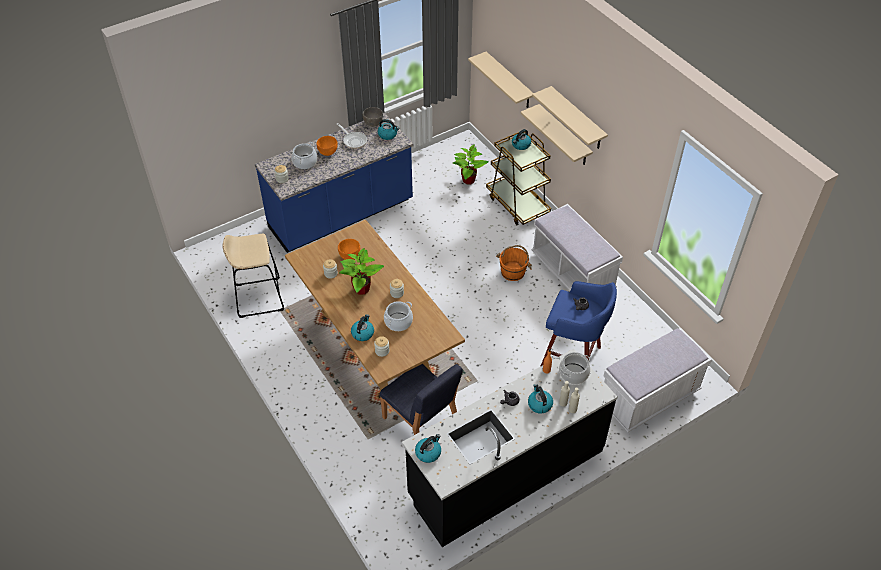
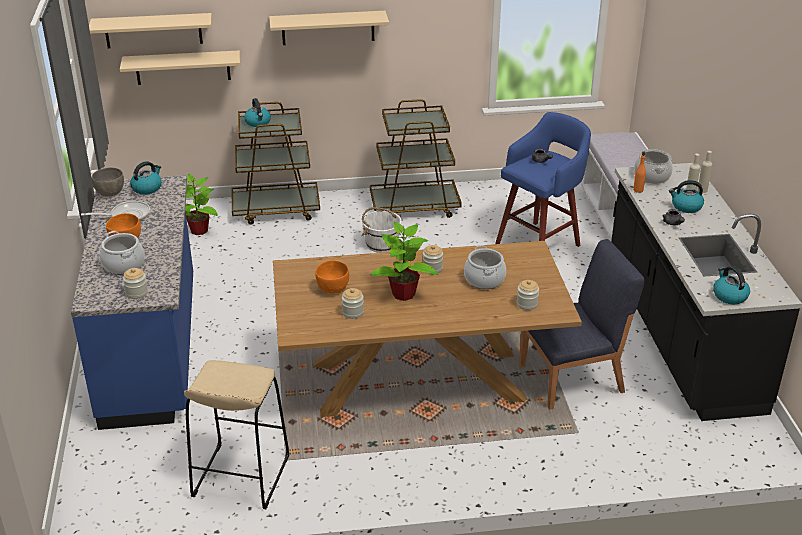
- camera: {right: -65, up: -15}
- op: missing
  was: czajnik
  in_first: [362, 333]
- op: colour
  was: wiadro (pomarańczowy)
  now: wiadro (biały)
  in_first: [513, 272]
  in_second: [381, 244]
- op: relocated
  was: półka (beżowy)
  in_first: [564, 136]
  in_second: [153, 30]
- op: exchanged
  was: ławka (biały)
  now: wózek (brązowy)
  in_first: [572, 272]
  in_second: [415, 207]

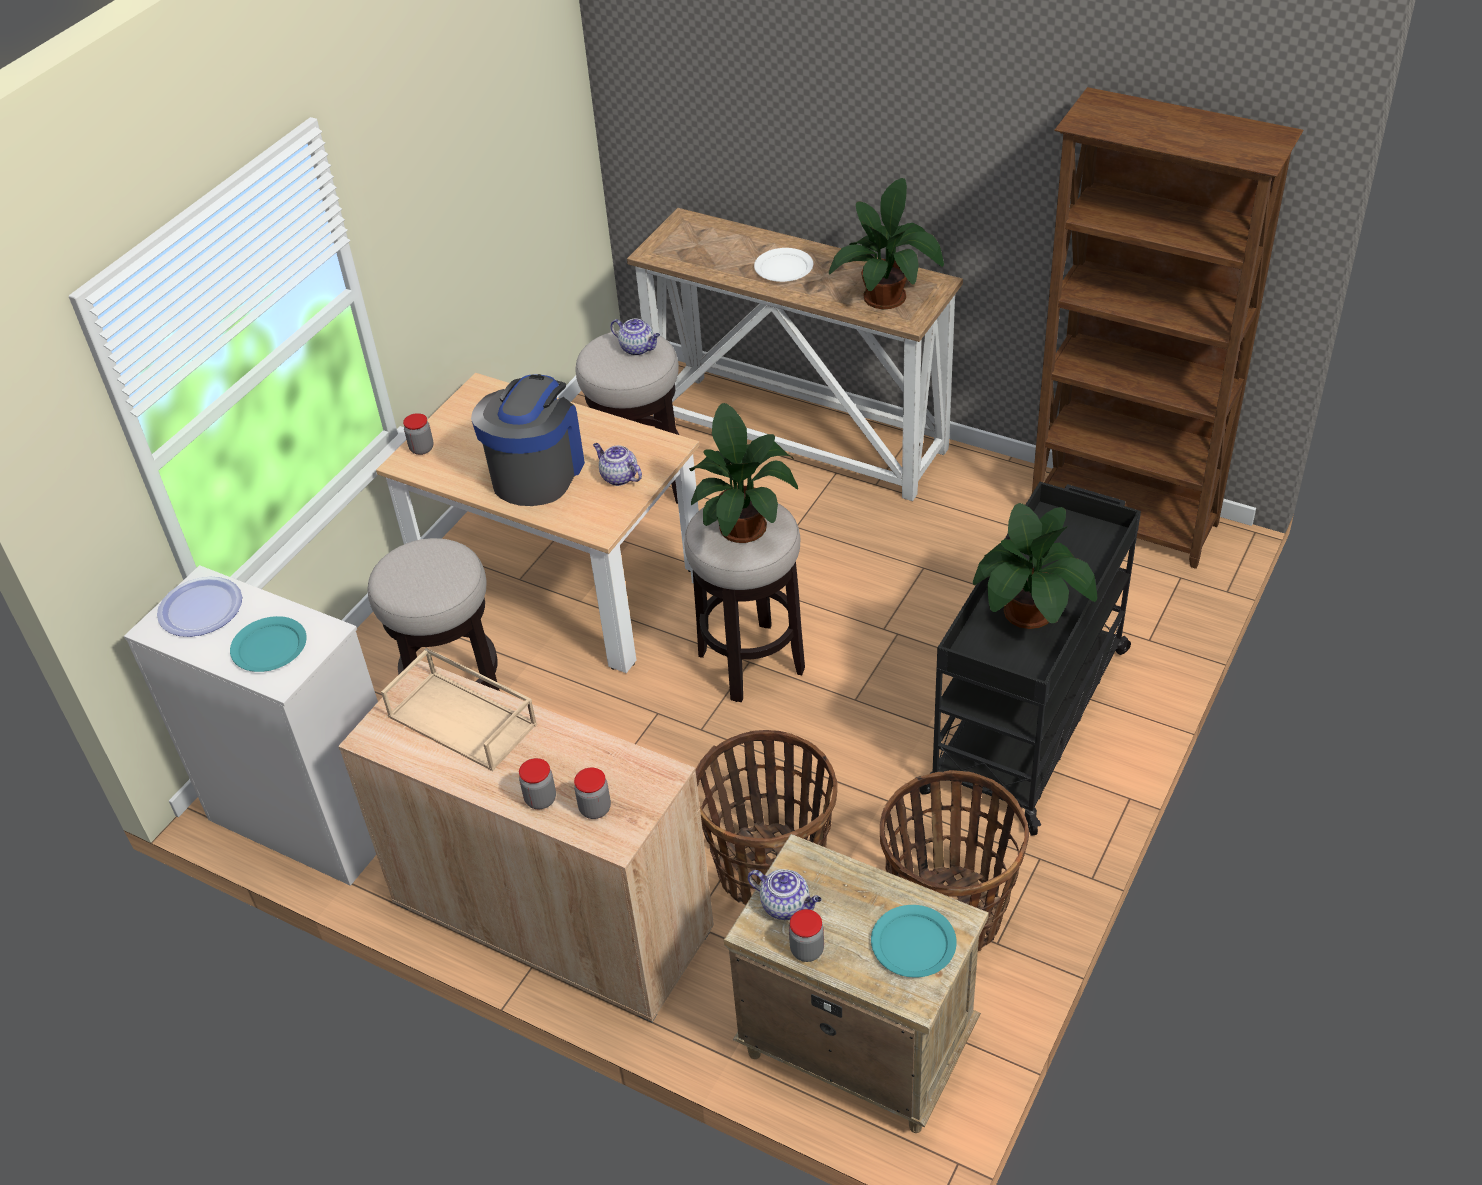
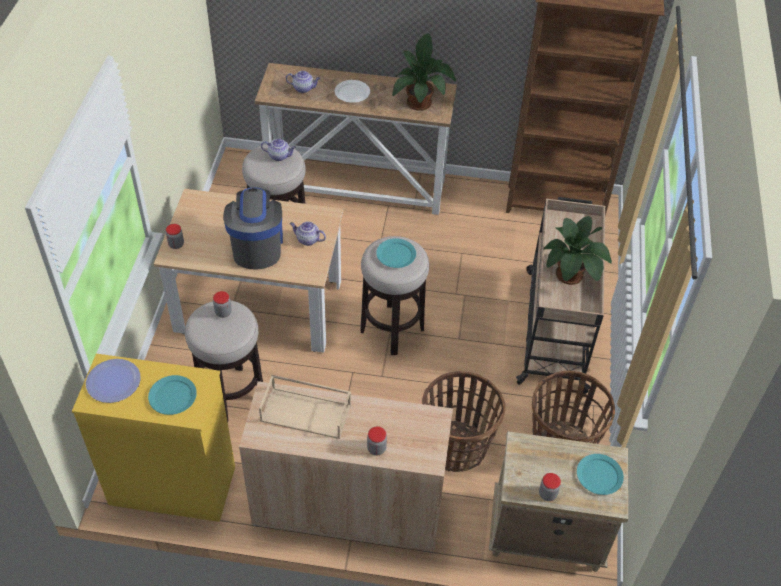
- camera: {right: -25, up: 5}
- op: colour
  was: komoda (biały)
  now: komoda (żółty)
  in_first: [308, 815]
  in_second: [171, 485]
- op: relocated
  was: słoik
  in_first: [595, 809]
  in_second: [223, 312]
- op: exchanged
  was: roślina doniczkowa
  now: talerz (turkusowy)
  in_first: [744, 523]
  in_second: [396, 255]
- op: relocated
  was: imbryk
  in_first: [786, 905]
  in_second: [304, 88]
- op: colour
  was: wózek (czarny)
  now: wózek (beżowy)
  in_first: [1029, 717]
  in_second: [554, 328]

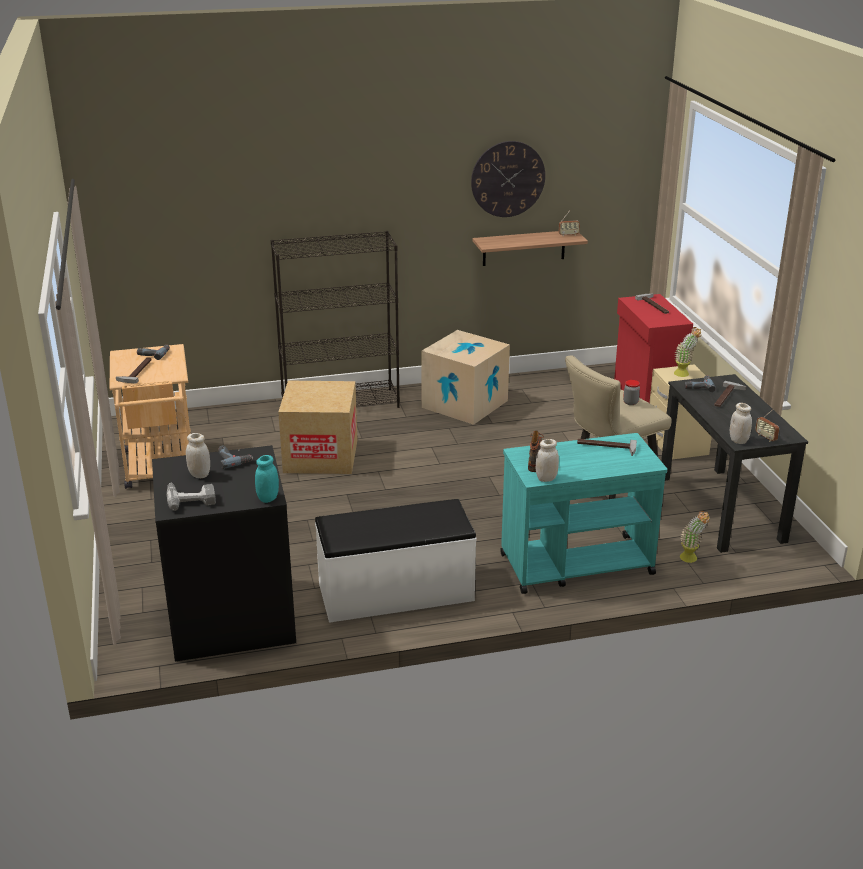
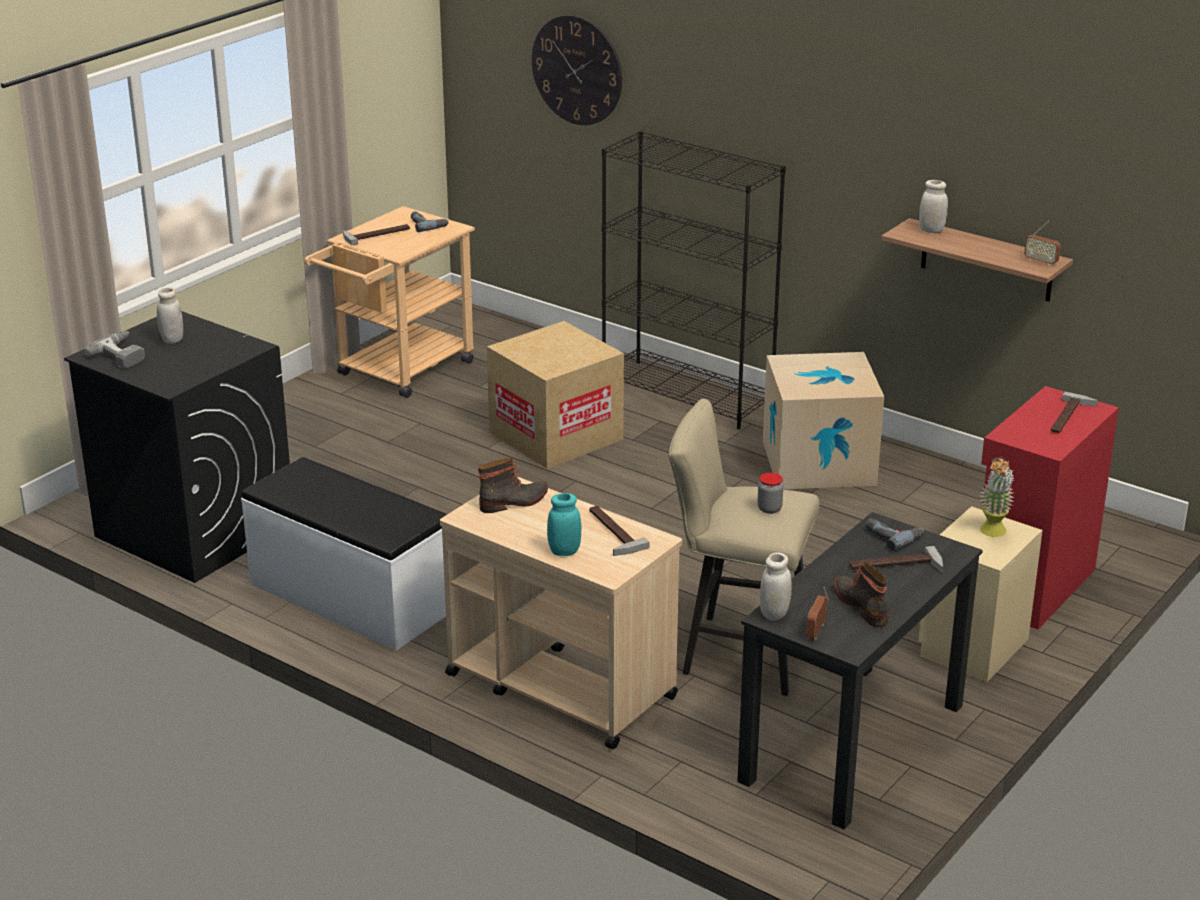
- camera: {right: 50, up: 0}
- op: missing
  was: wiertarka
  in_first: [233, 459]
- op: relocated
  was: słoik (turkusowy)
  in_first: [268, 498]
  in_second: [564, 551]
- op: relocated
  was: zegar ścienny
  in_first: [508, 179]
  in_second: [577, 70]
- op: colour
  was: wózek (turkusowy)
  now: wózek (beżowy)
  in_first: [575, 564]
  in_second: [559, 685]
- op: relocated
  was: słoik (biały)
  in_first: [546, 478]
  in_second: [931, 230]
- op: missing
  was: roślina doniczkowa
  in_first: [691, 560]
- op: appeared
  now: but z cholewką
  in_second: [862, 605]

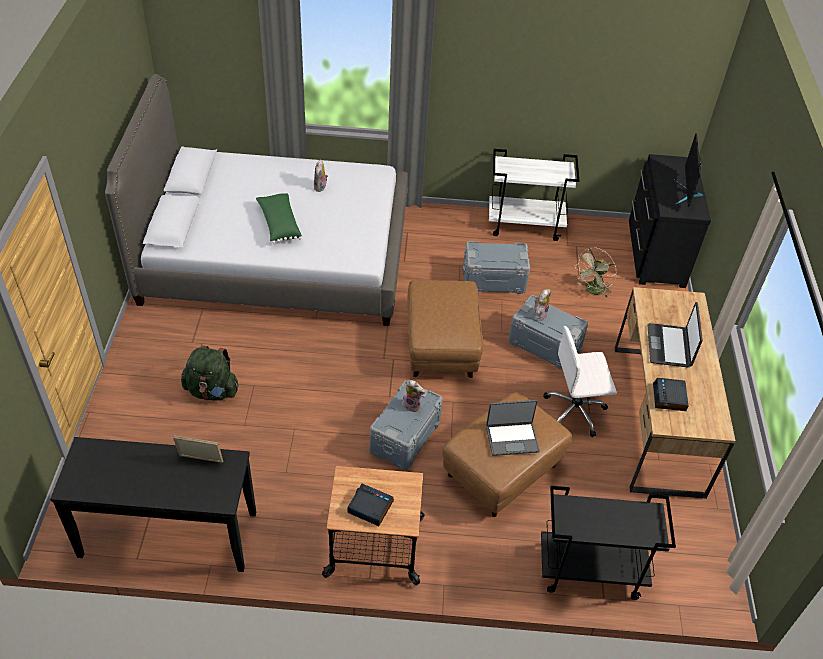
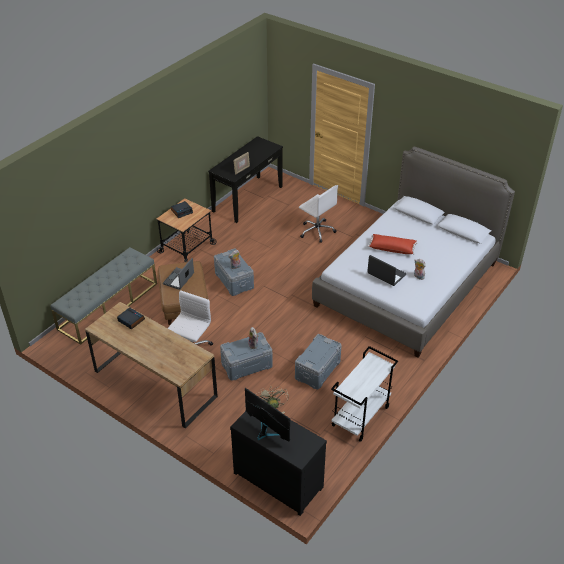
- camera: {right: 125, up: -5}
- op: exchanged
  was: plecak (zielony)
  now: krzesło biurowe (biały)
  in_first: [212, 391]
  in_second: [317, 231]
- op: colour
  was: poduszka (zielony)
  now: poduszka (czerwony)
  in_first: [279, 224]
  in_second: [392, 248]
- op: missing
  was: pufa (brązowy)
  in_first: [442, 346]
- op: exchanged
  was: wózek (czarny)
  now: ławka (szary)
  in_first: [589, 572]
  in_second: [108, 306]
- op: relocated
  was: laptop
  in_first: [669, 346]
  in_second: [386, 274]

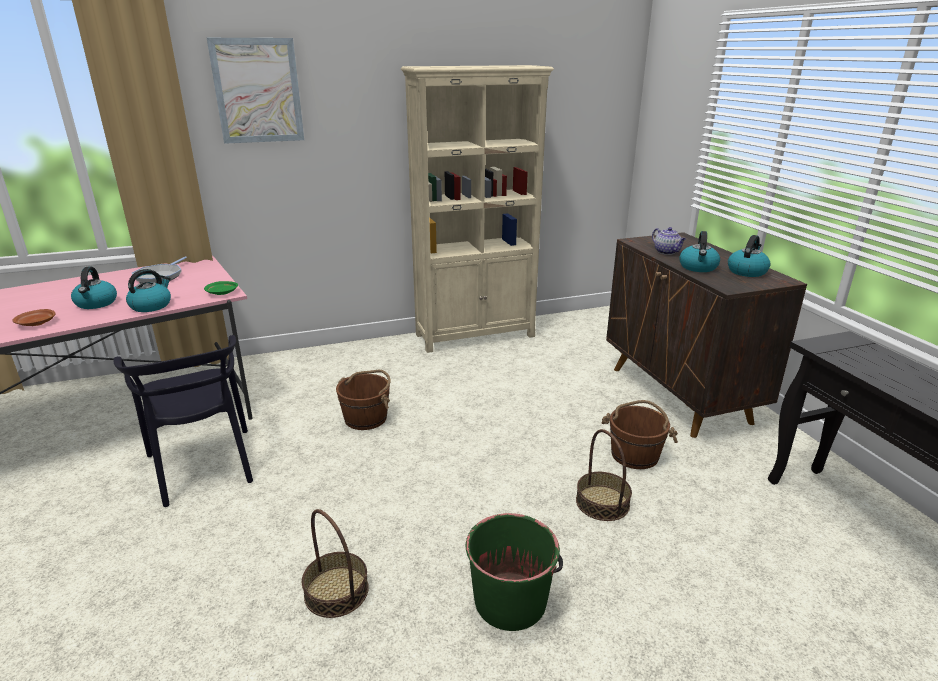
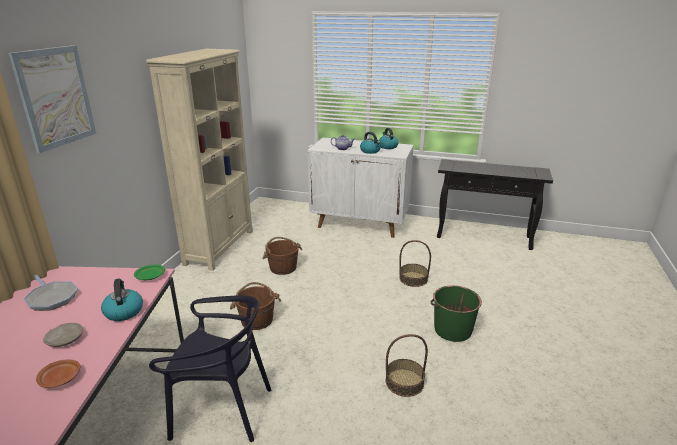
- camera: {right: -55, up: 0}
- op: exchanged
  was: czajnik
  now: talerz (beżowy)
  in_first: [96, 303]
  in_second: [65, 339]
- op: relocated
  was: wiadro (brązowy)
  in_first: [635, 454]
  in_second: [283, 267]
- op: colour
  was: szafka (brązowy)
  now: szafka (biały)
  in_first: [679, 395]
  in_second: [360, 224]

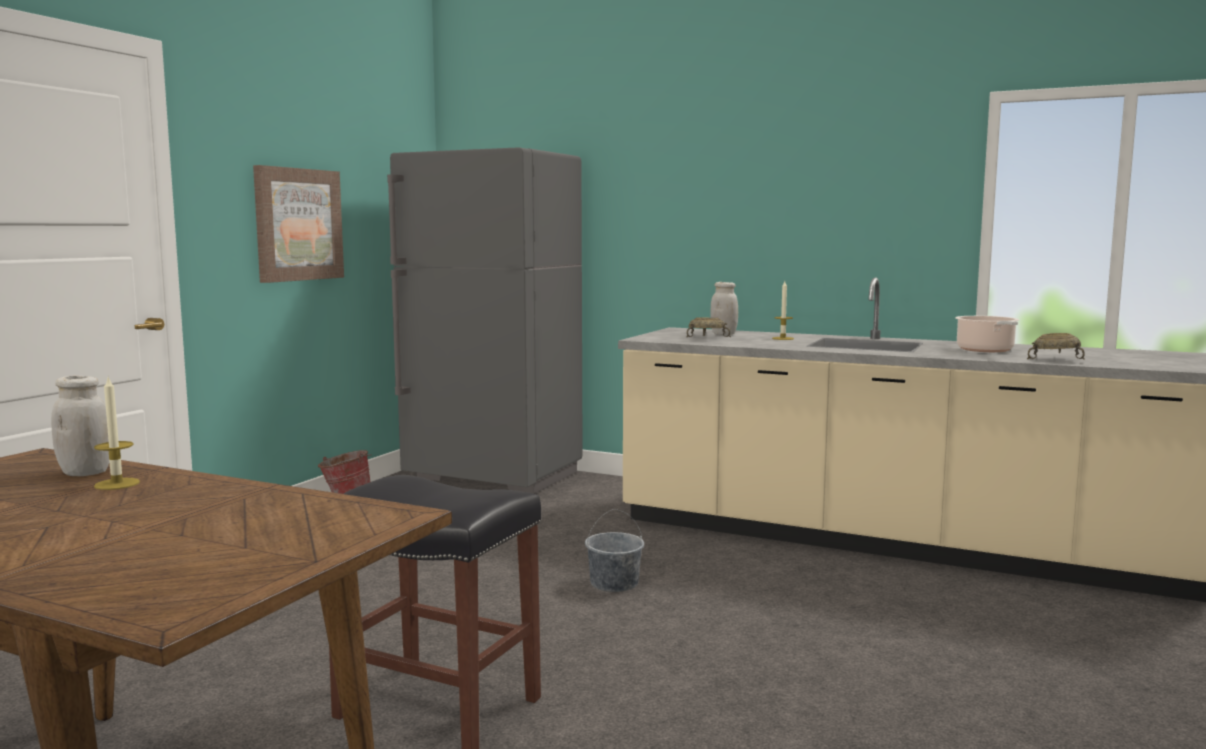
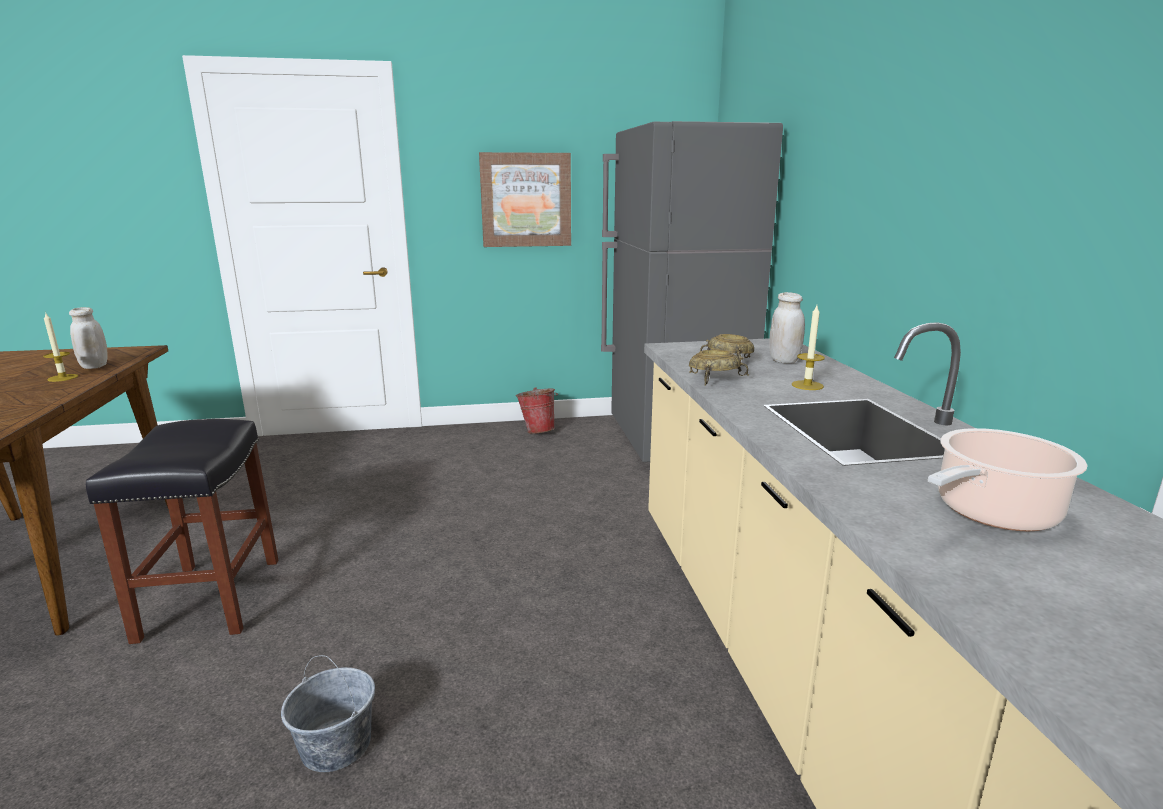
- camera: {right: 55, up: 10}
- op: relocated
  was: wiadro (szary)
  in_first: [613, 583]
  in_second: [336, 745]
- op: relocated
  was: miska (beżowy)
  in_first: [1056, 359]
  in_second: [714, 380]

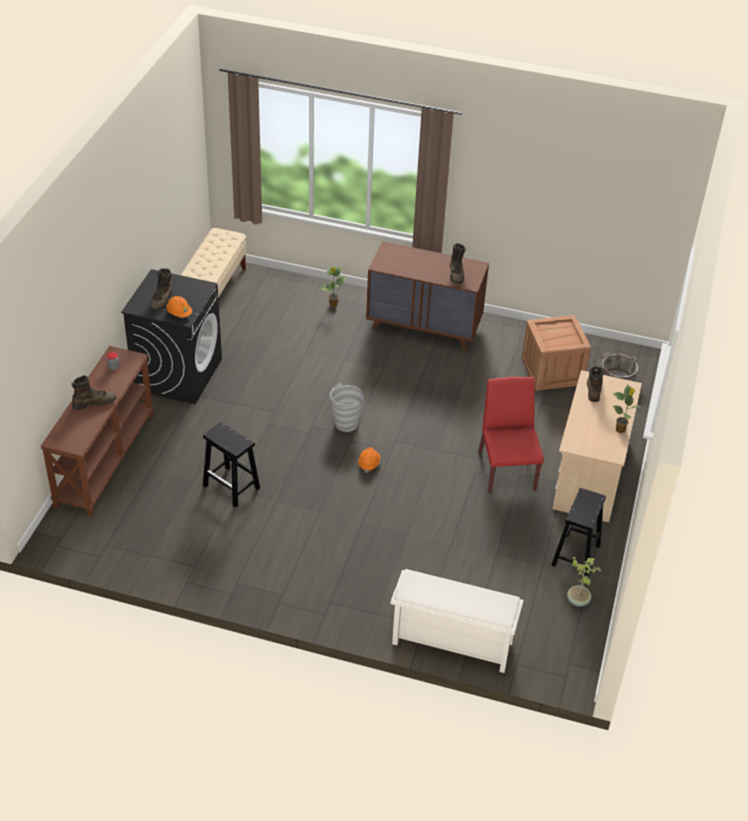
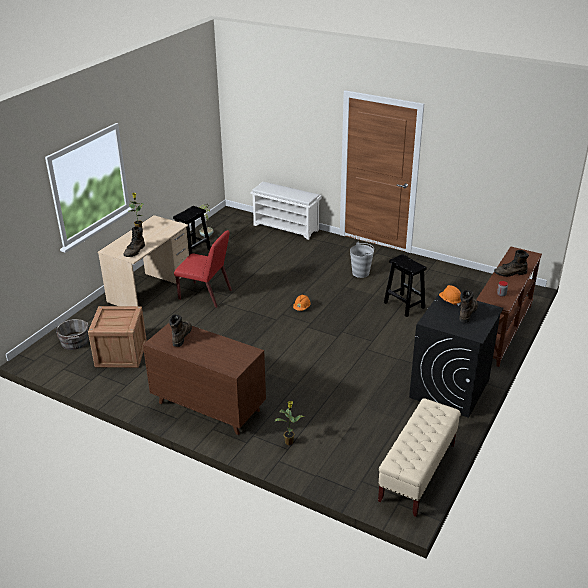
- camera: {right: -165, up: -10}
- op: relocated
  was: wiadro (szary)
  in_first: [346, 423]
  in_second: [361, 273]
- op: spun
  was: krzesło (czerwony)
  in_first: [506, 470]
  in_second: [206, 295]
  clockwise: -75

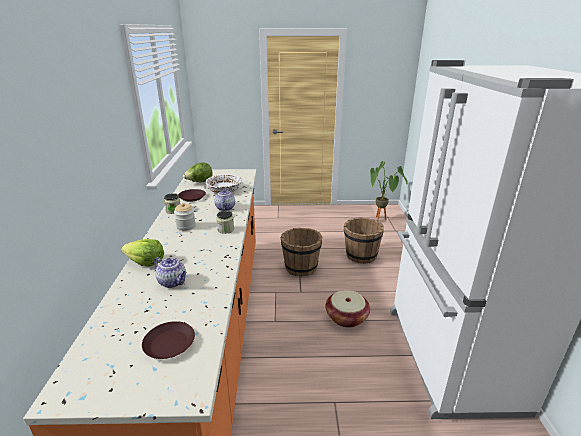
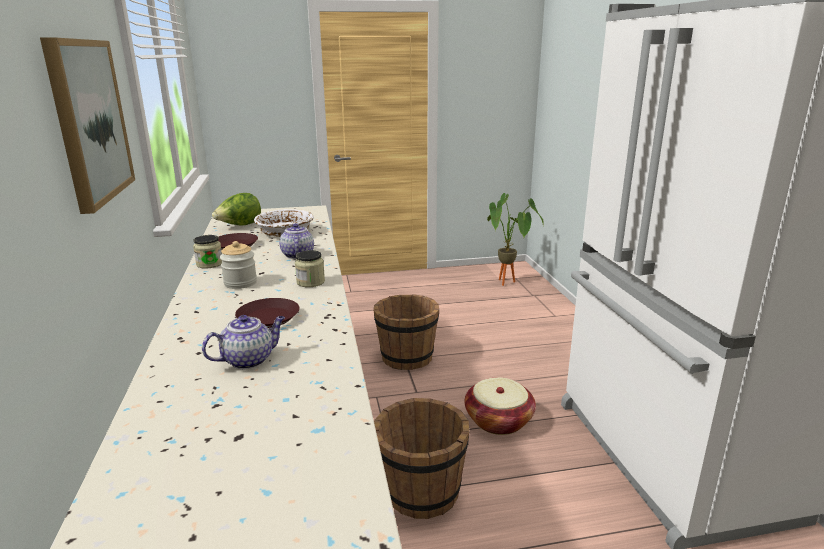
- camera: {right: -10, up: -5}
- op: missing
  was: sałata
  in_first: [145, 262]
- op: relocated
  was: talerz (brązowy)
  in_first: [169, 344]
  in_second: [268, 318]
- op: spun
  was: imbryk
  in_first: [173, 282]
  in_second: [249, 360]
  clockwise: -60
- op: relocated
  was: wiadro (brązowy)
  in_first: [360, 255]
  in_second: [421, 492]
- op: appeared
  now: obraz
  in_second: [89, 121]

